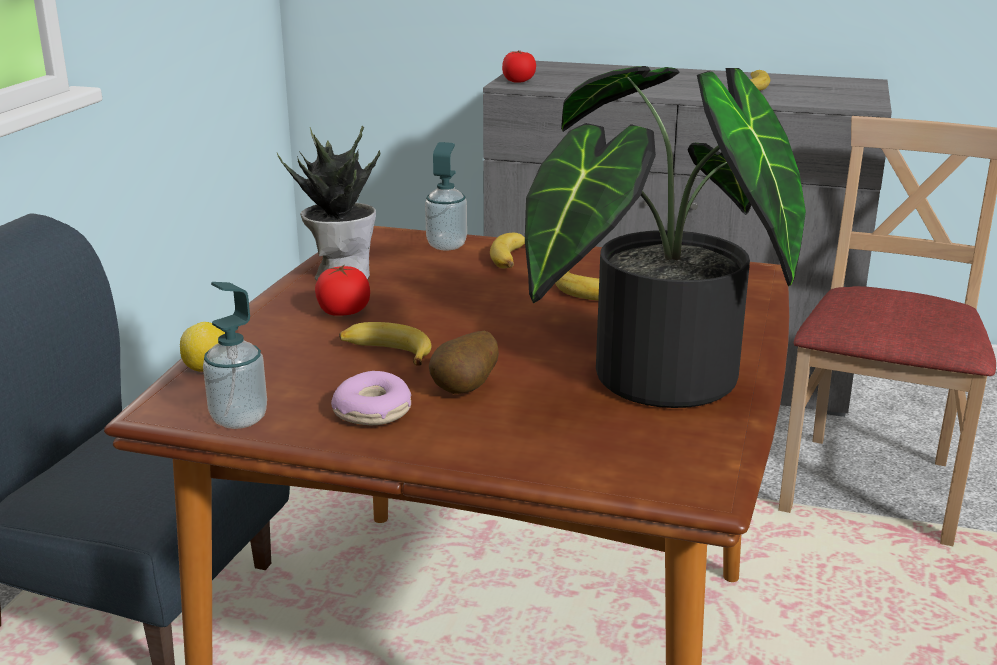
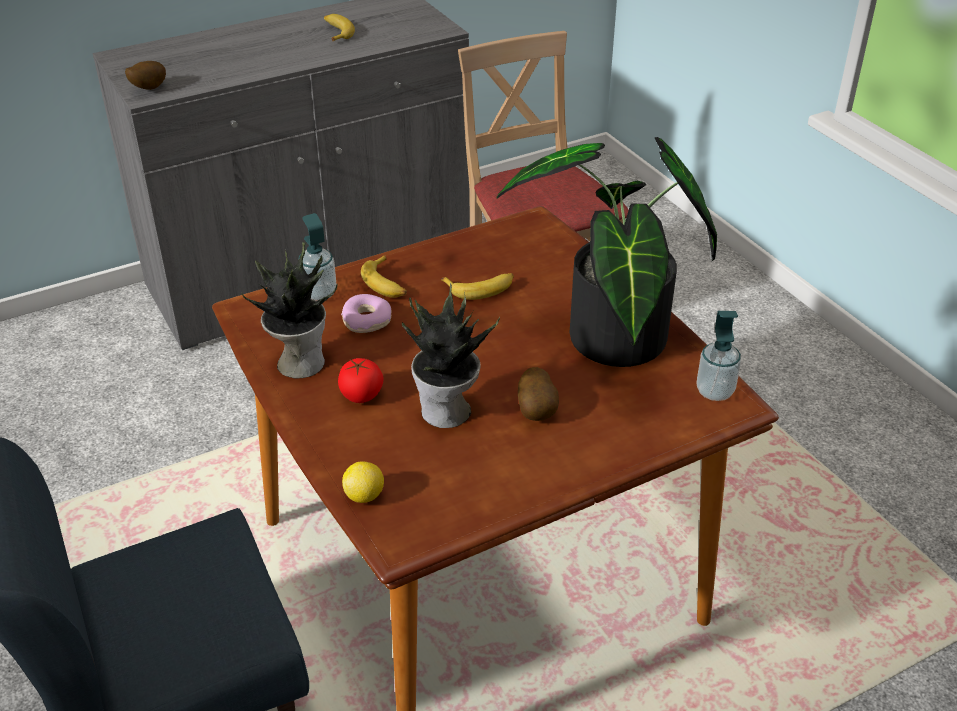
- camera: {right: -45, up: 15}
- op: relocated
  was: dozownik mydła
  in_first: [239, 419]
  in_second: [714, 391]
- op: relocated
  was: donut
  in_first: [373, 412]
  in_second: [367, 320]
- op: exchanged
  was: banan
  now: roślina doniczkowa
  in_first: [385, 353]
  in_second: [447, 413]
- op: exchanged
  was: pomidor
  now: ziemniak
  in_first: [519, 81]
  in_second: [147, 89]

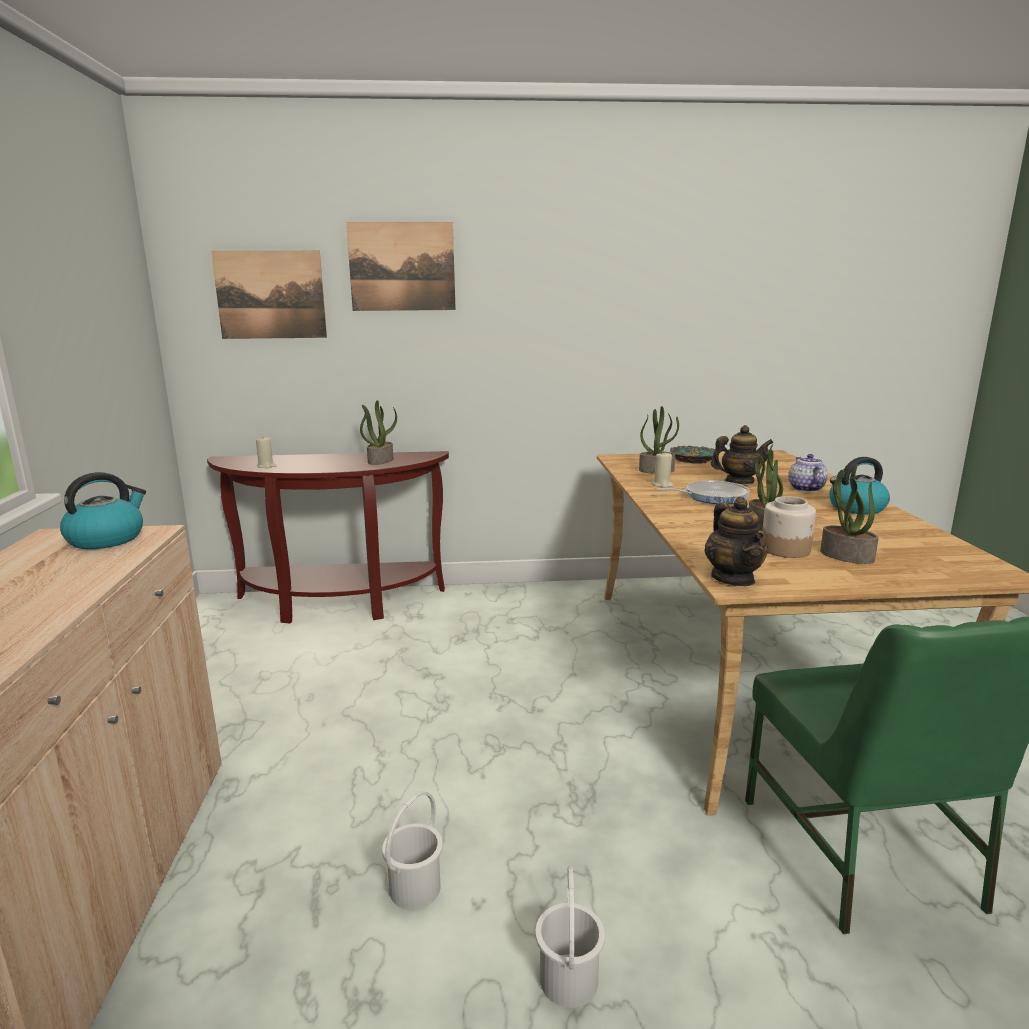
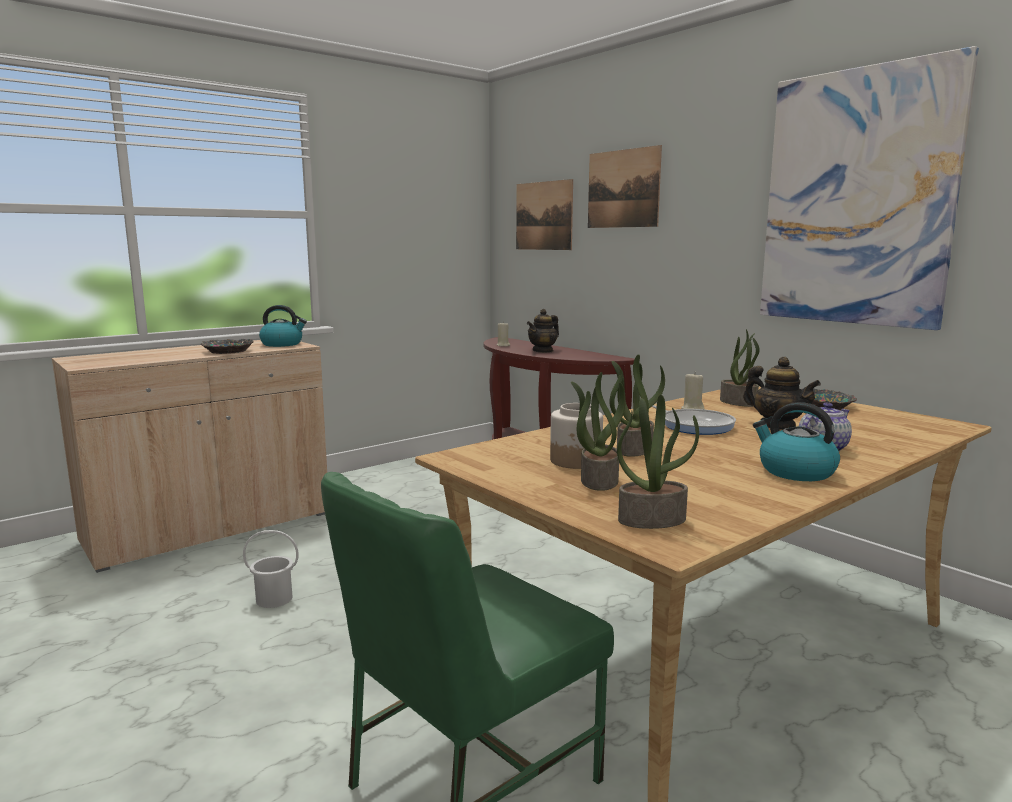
- camera: {right: 55, up: -5}
- op: relocated
  was: roślina doniczkowa
  in_first: [380, 460]
  in_second: [652, 519]
- op: missing
  was: wiadro (biały)
  in_first: [567, 980]
- op: relocated
  was: imbryk
  in_first: [733, 578]
  in_second: [543, 351]
- op: appeared
  now: miska
  in_second: [227, 351]
- op: appeared
  now: obraz
  in_second: [857, 198]

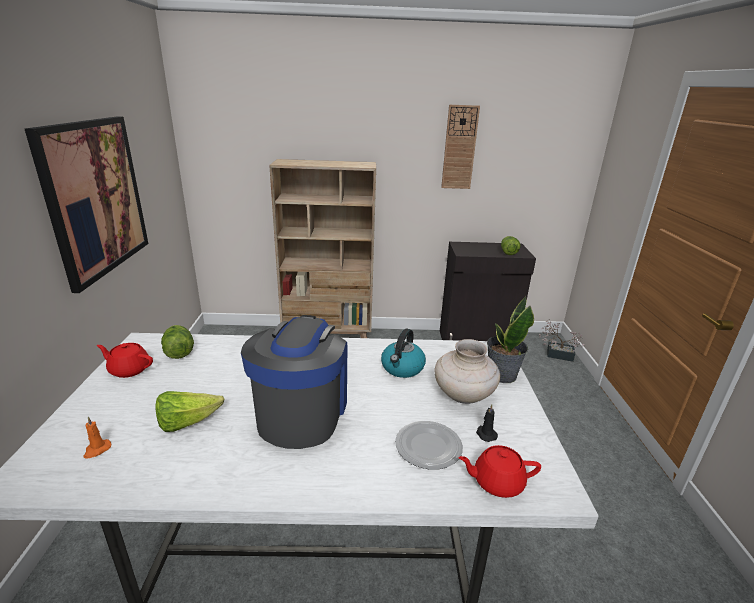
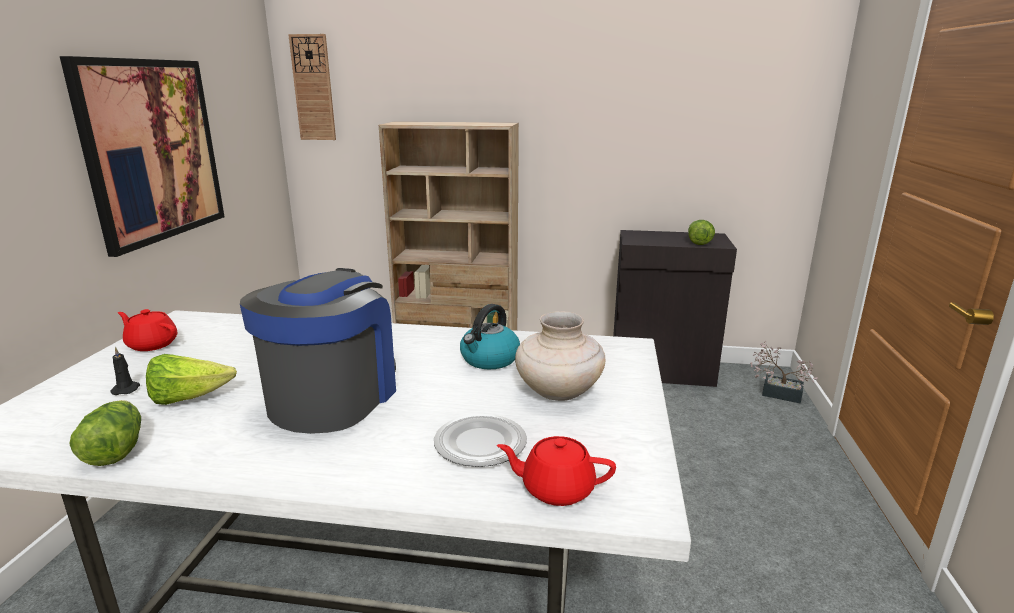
- camera: {right: 10, up: -5}
- op: missing
  was: świeca (pomarańczowy)
  in_first: [97, 450]
- op: relocated
  was: sałata
  in_first: [178, 351]
  in_second: [115, 449]
- op: relocated
  was: zegar ścienny
  in_first: [459, 148]
  in_second: [313, 88]
- op: relocated
  was: świeca (czarny)
  in_first: [485, 434]
  in_second: [126, 389]
- op: missing
  was: roślina doniczkowa
  in_first: [501, 375]

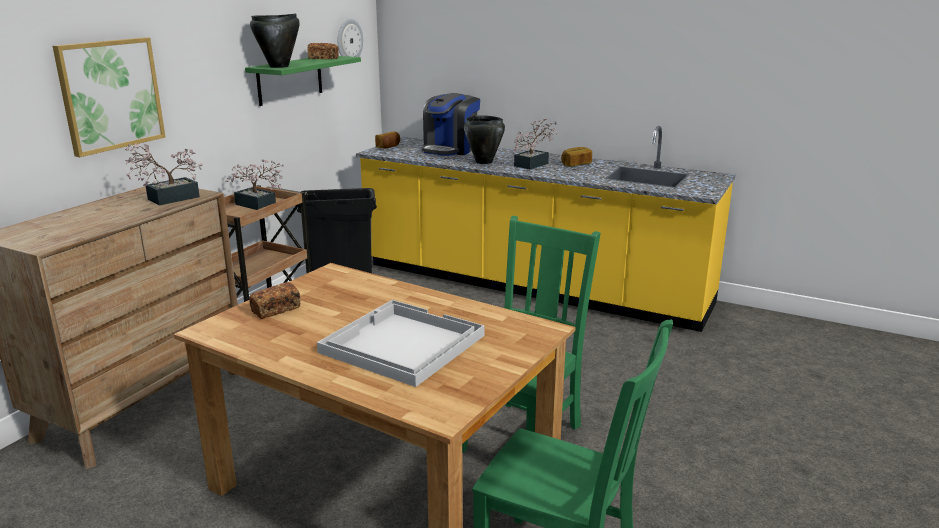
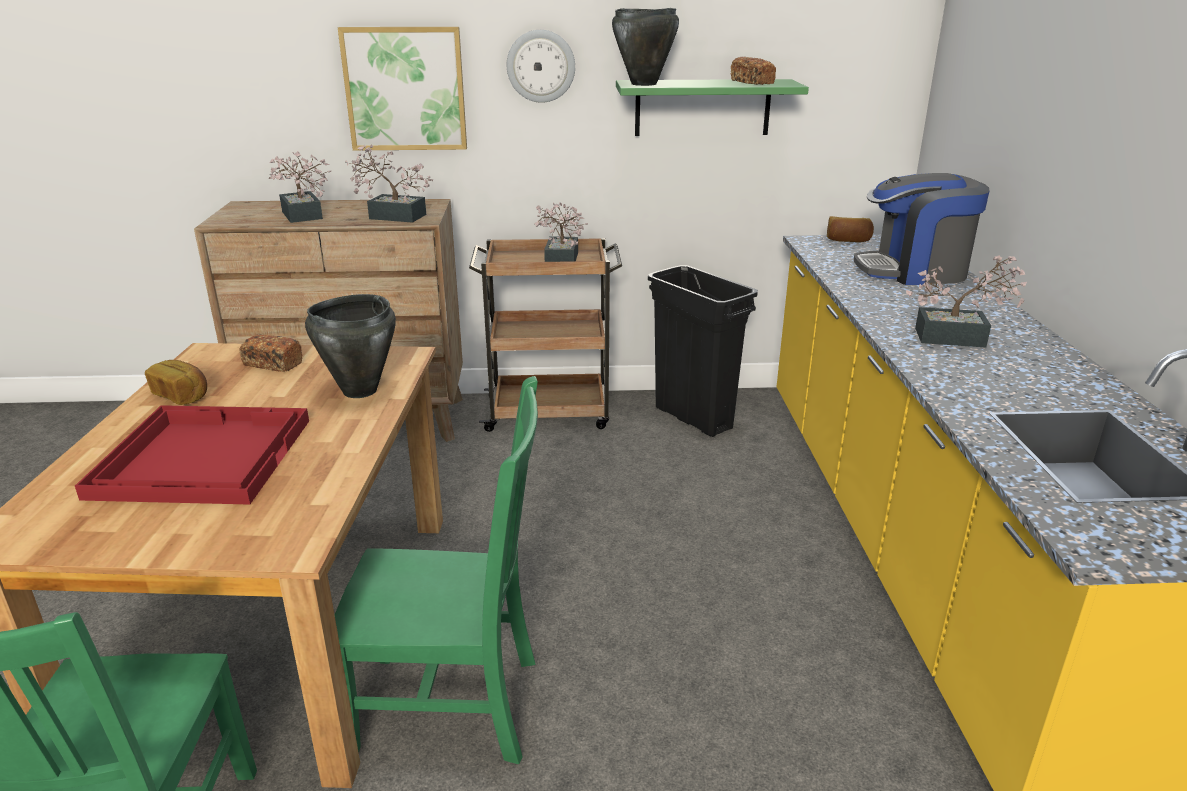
- camera: {right: 60, up: 5}
- op: colour
  was: taca (biały)
  now: taca (czerwony)
  in_first: [401, 344]
  in_second: [202, 456]
- op: relocated
  was: zegar ścienny
  in_first: [349, 40]
  in_second: [541, 66]
- op: relocated
  was: garnek (czarny)
  in_first: [483, 162]
  in_second: [359, 391]
- op: relocated
  was: chleb
  in_first: [576, 164]
  in_second: [181, 396]
- op: appeared
  now: roślina doniczkowa
  in_second: [302, 217]

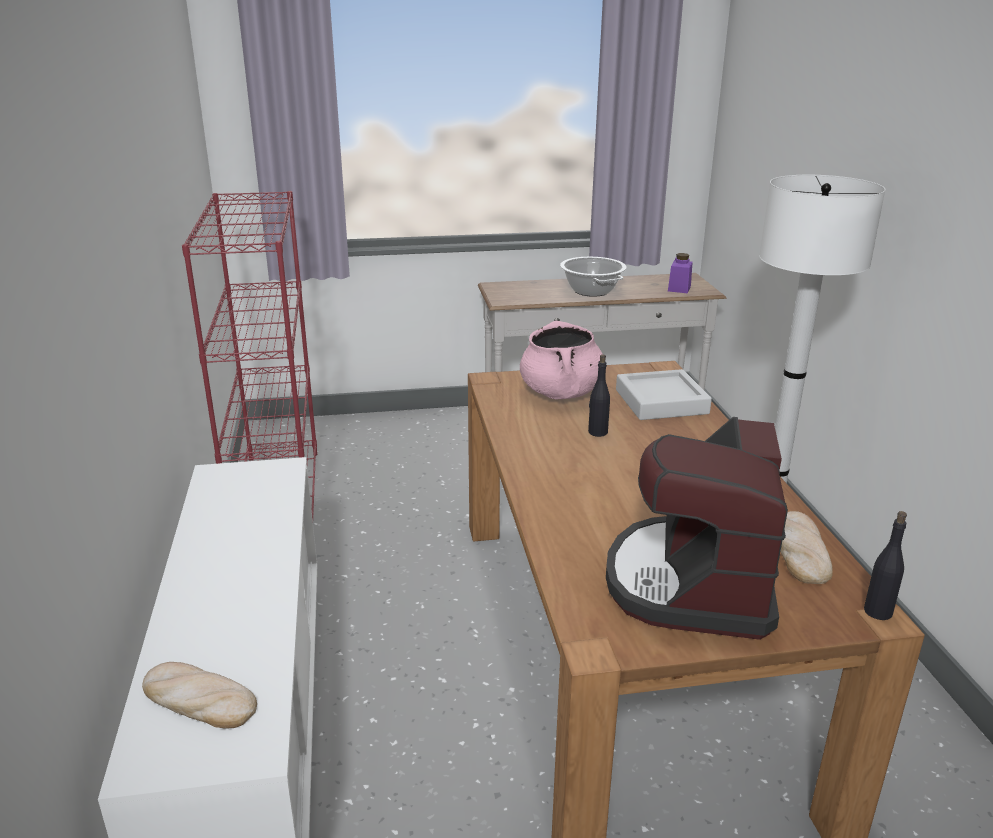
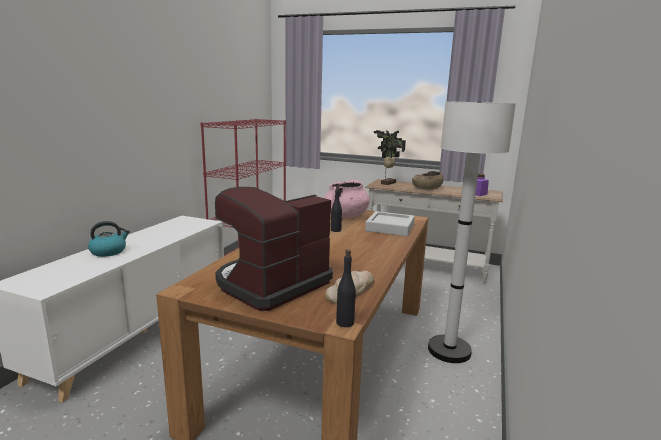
- camera: {right: 30, up: -10}
- op: missing
  was: chleb
  in_first: [198, 700]
- op: exchanged
  was: garnek
  now: miska (brązowy)
  in_first: [592, 291]
  in_second: [427, 188]
- op: appeared
  now: czajnik
  in_second: [109, 251]
- op: appeared
  now: roślina doniczkowa
  in_second: [387, 183]

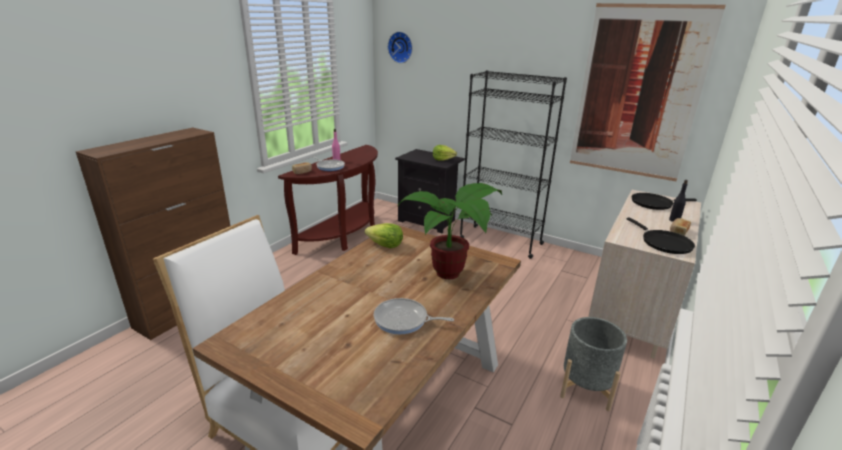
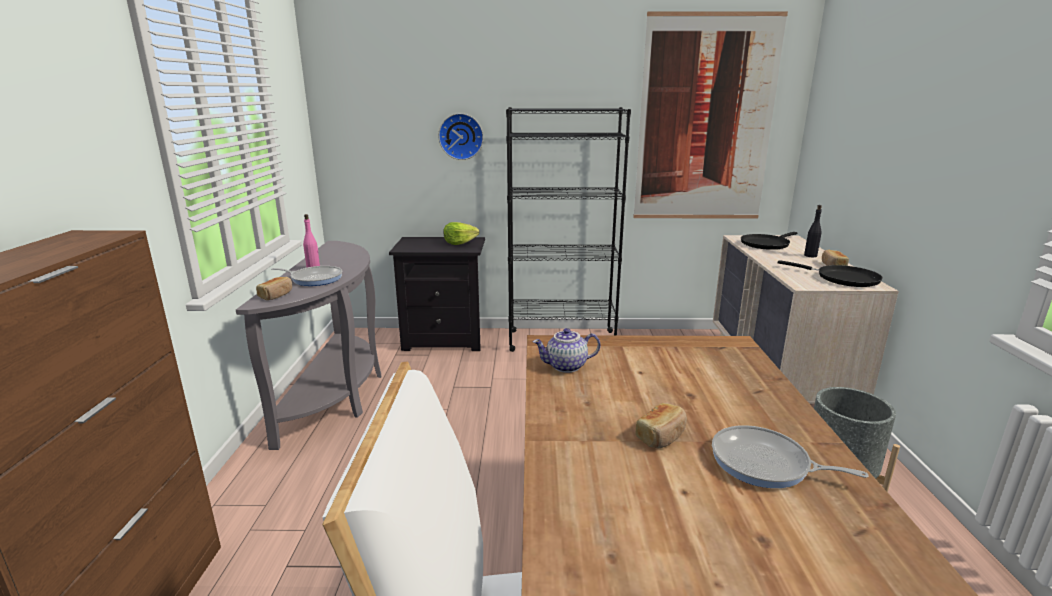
- camera: {right: -30, up: -5}
- op: colour
  was: stolik konsolowy (brązowy)
  now: stolik konsolowy (szary)
  in_first: [344, 235]
  in_second: [337, 394]
- op: exchanged
  was: sałata
  now: imbryk
  in_first: [385, 245]
  in_second: [566, 367]
- op: spun
  was: patelnia
  in_first: [403, 320]
  in_second: [765, 464]
  clockwise: 45
- op: relocated
  was: zegar ścienny
  in_first: [401, 47]
  in_second: [461, 136]
- op: missing
  was: roślina doniczkowa
  in_first: [451, 275]
- op: appeared
  now: chleb
  in_second: [661, 436]

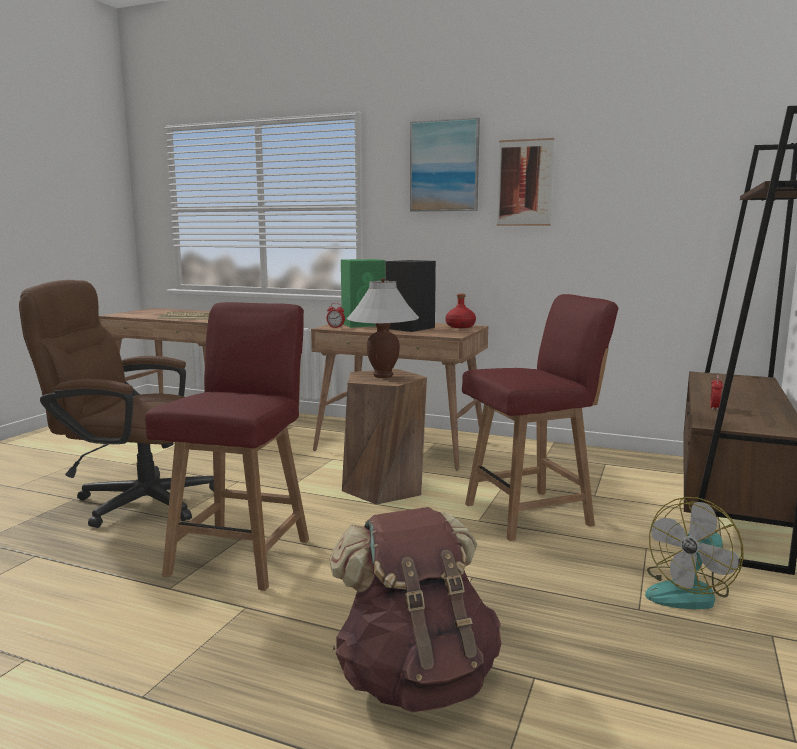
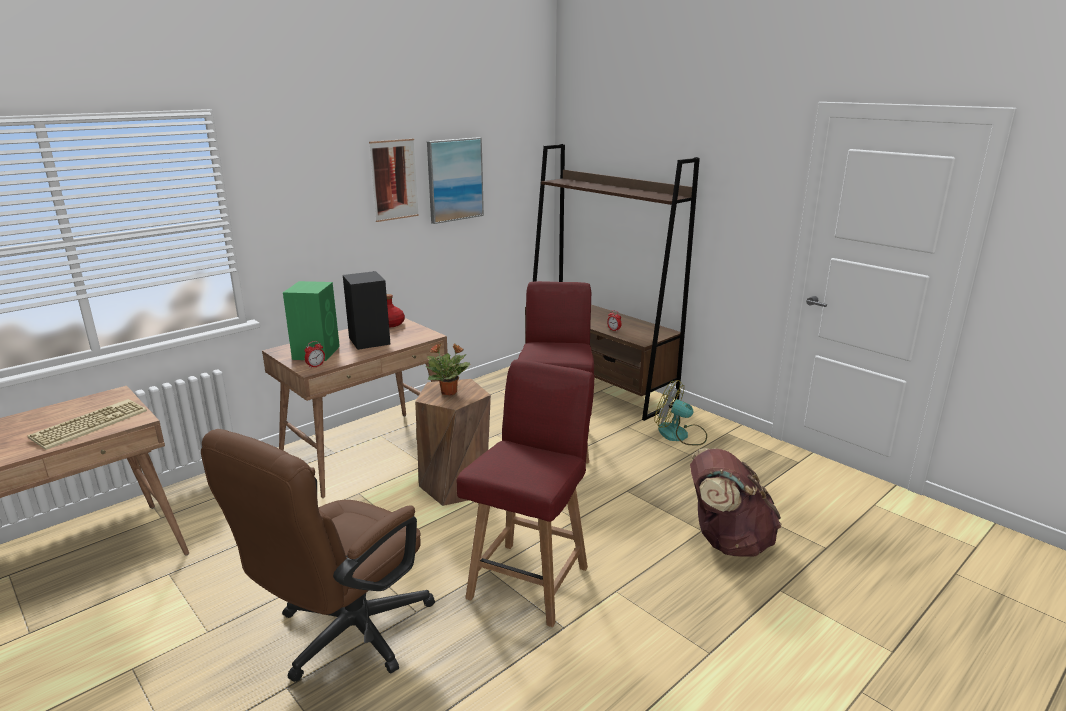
- camera: {right: -65, up: 10}
- op: spun
  was: krzesło (czerwony)
  in_first: [242, 555]
  in_second: [530, 580]
  clockwise: 75
- op: exchanged
  was: lampa stołowa (biały)
  now: roślina doniczkowa
  in_first: [383, 376]
  in_second: [449, 392]
- op: relocated
  was: obraz
  in_first: [444, 166]
  in_second: [454, 179]
- op: spun
  was: wentylator
  in_first: [689, 592]
  in_second: [680, 435]
  clockwise: 135

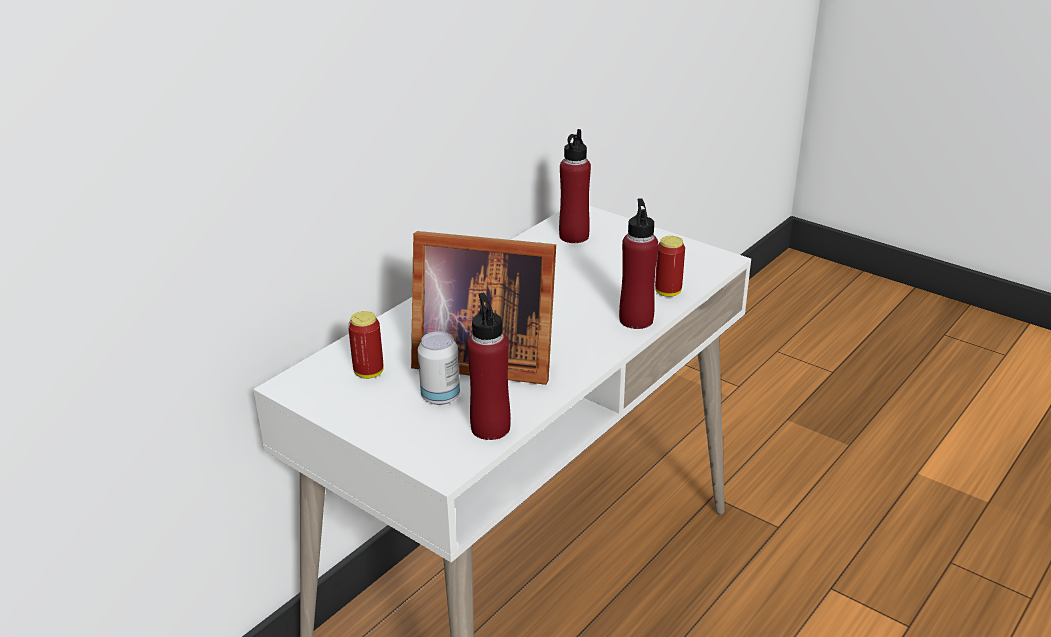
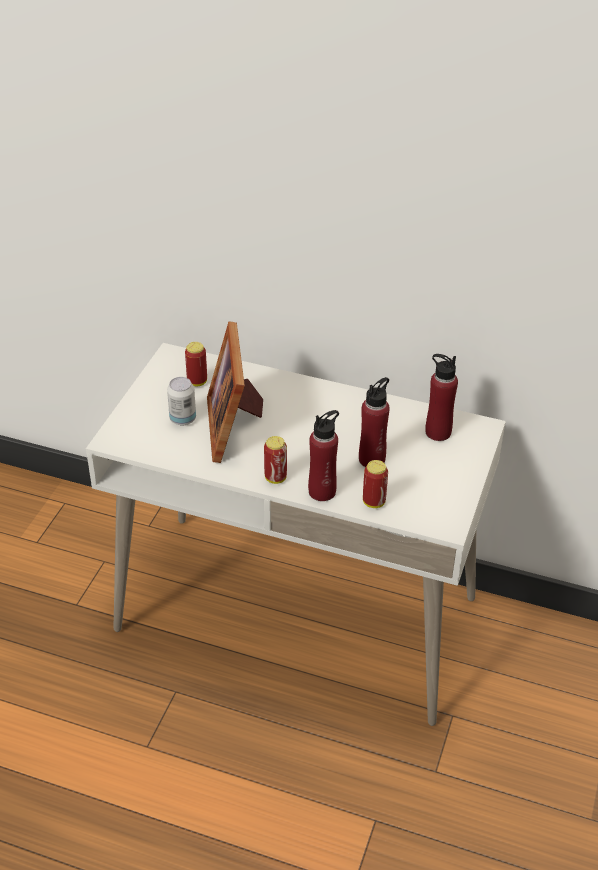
- camera: {right: 70, up: 10}
- op: relocated
  was: butelka (czerwony)
  in_first: [490, 427]
  in_second: [372, 459]
- op: appeared
  now: puszka
  in_second: [275, 478]

